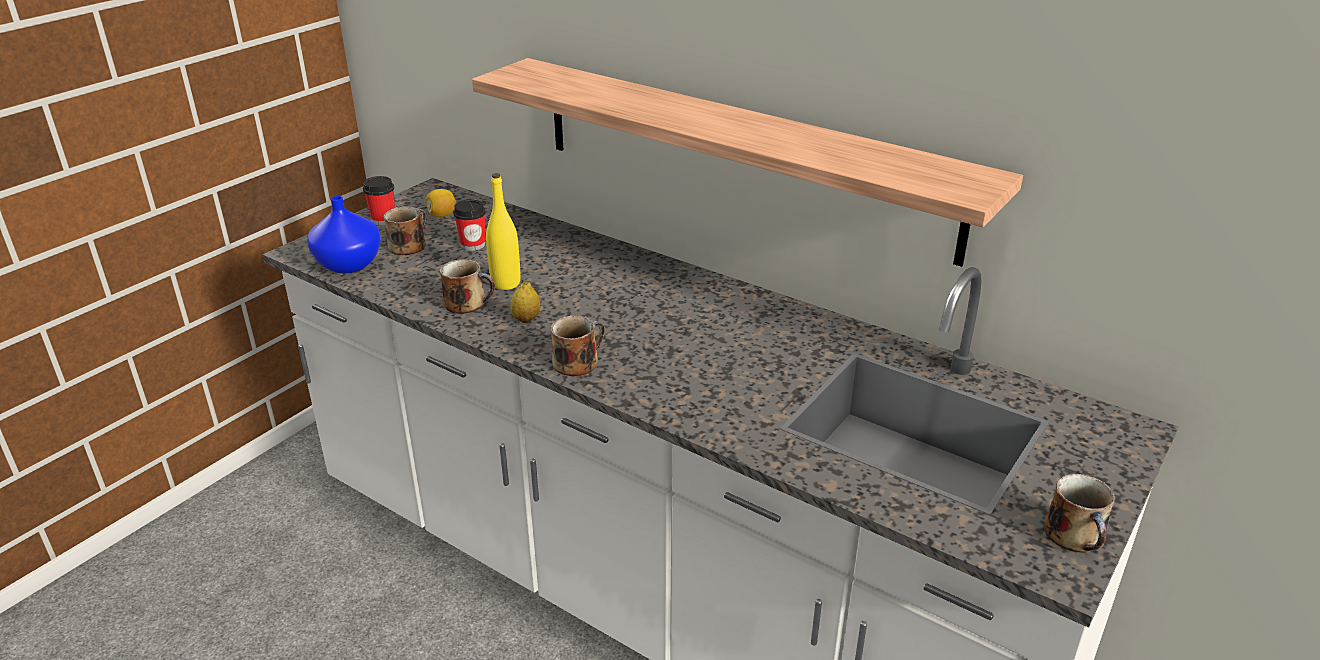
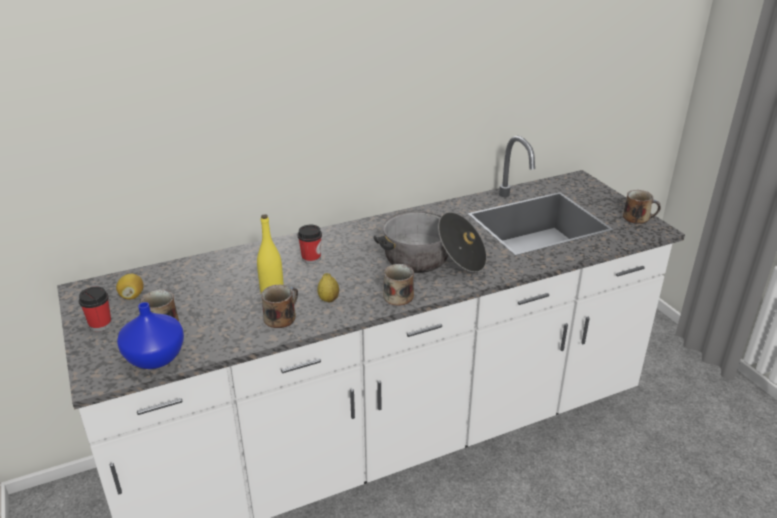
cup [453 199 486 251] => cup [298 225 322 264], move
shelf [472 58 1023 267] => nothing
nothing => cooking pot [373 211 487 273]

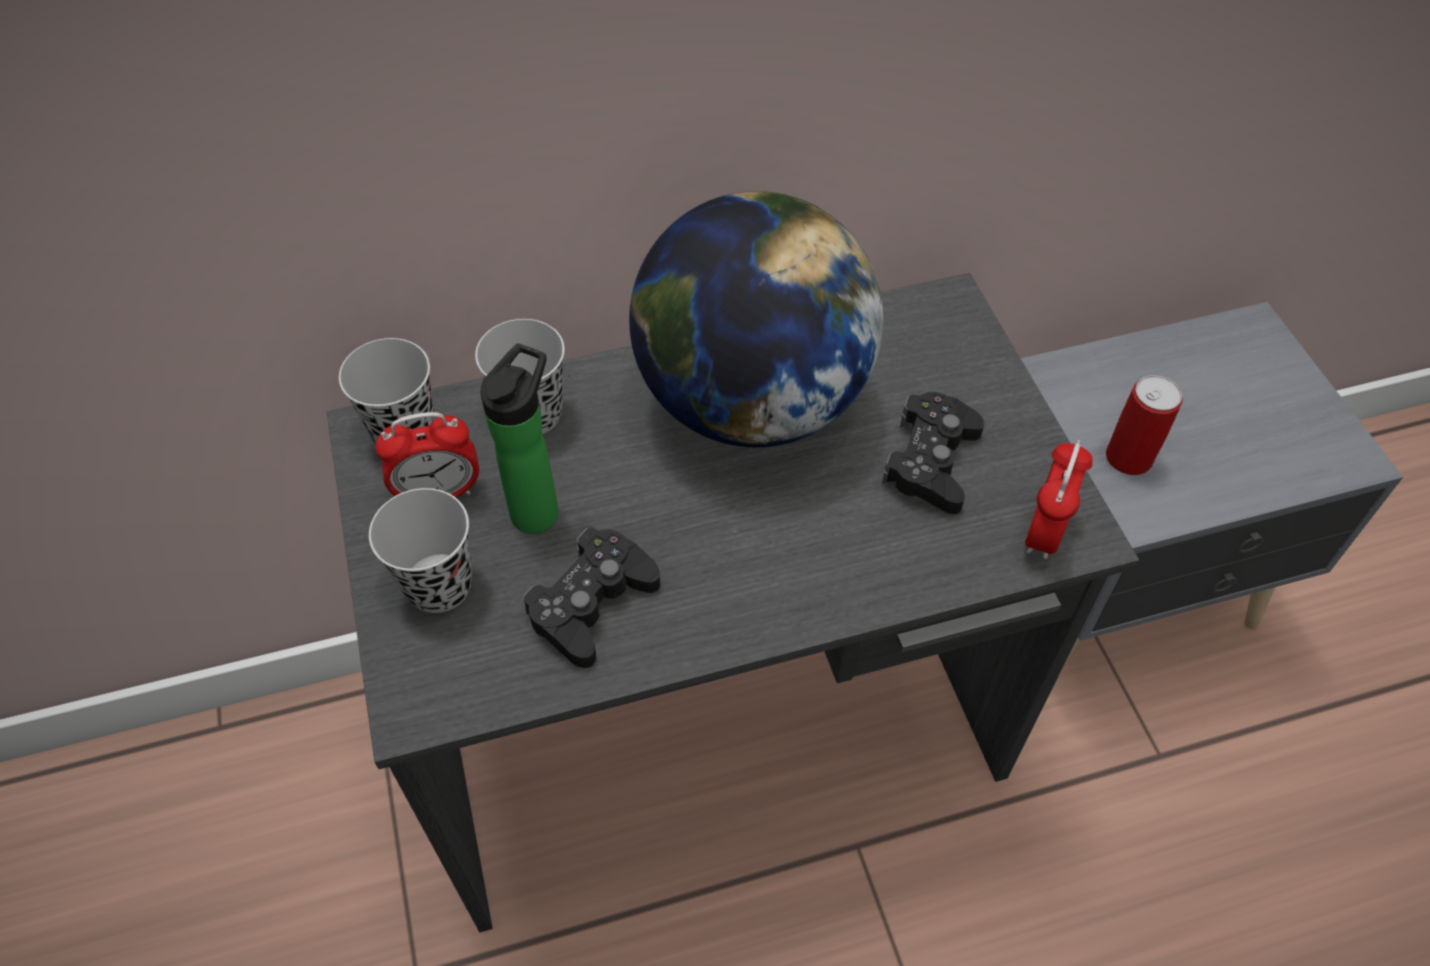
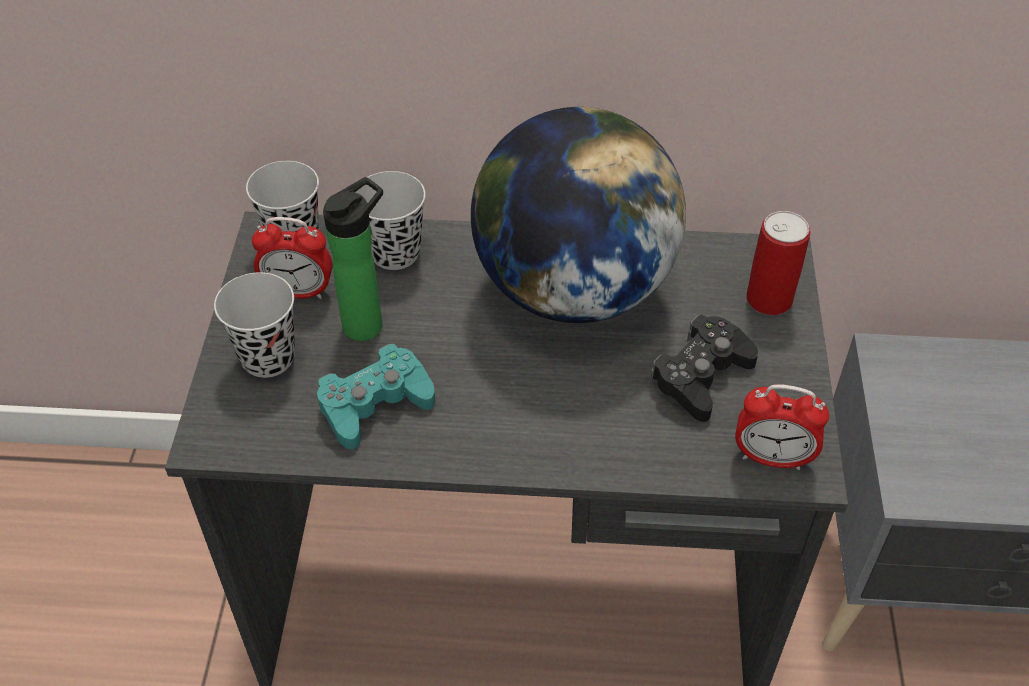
black game controller [523 527 660 668] => turquoise game controller [317 343 435 449]
alarm clock [1025 440 1093 559] => alarm clock [735 384 829 470], 120 degrees counterclockwise
can [1106 375 1183 475] => can [746 211 811 315], move

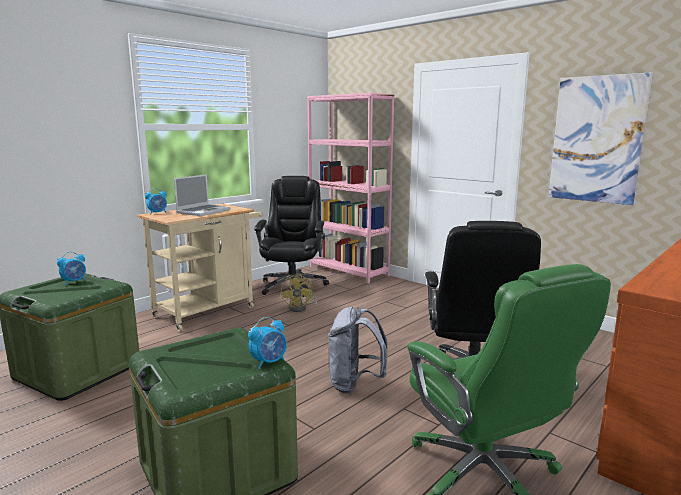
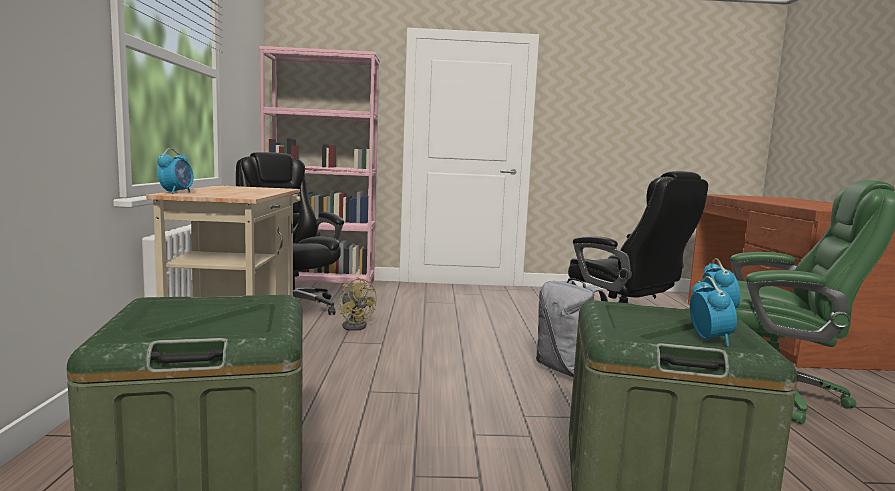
alarm clock [57 252 86 285] => alarm clock [690 276 737 347], move
laptop [174 174 231 216] => nothing
picture [548 72 653 205] => nothing

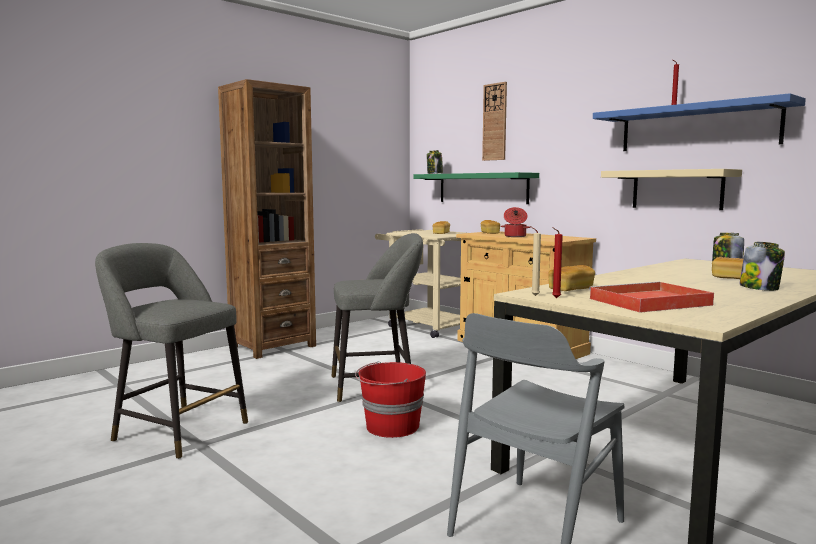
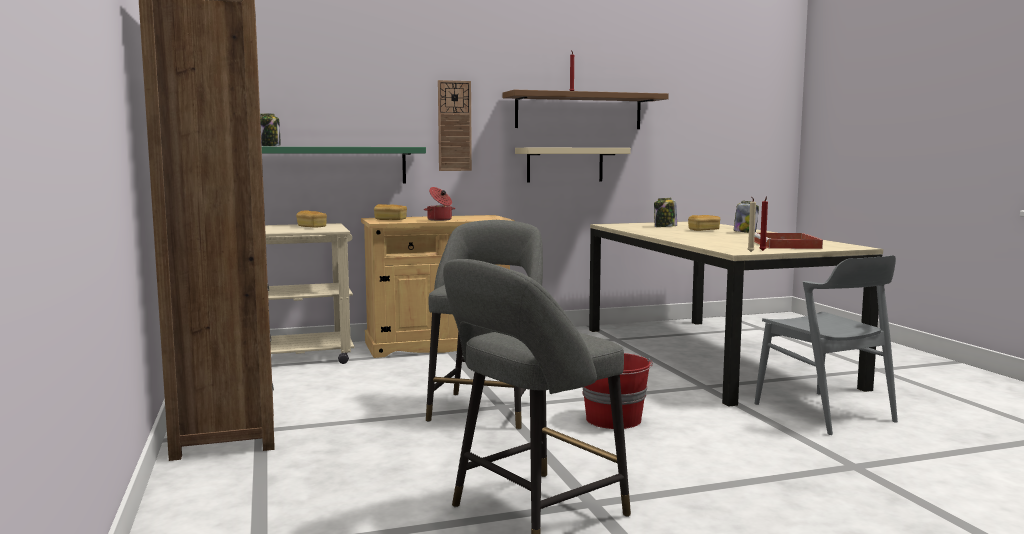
wall clock [482 82 507 161] => wall clock [438 80 472 171], move
bread [548 265 595 291] => nothing
blue shelf [593 93 806 151] => brown shelf [503 90 669 129]

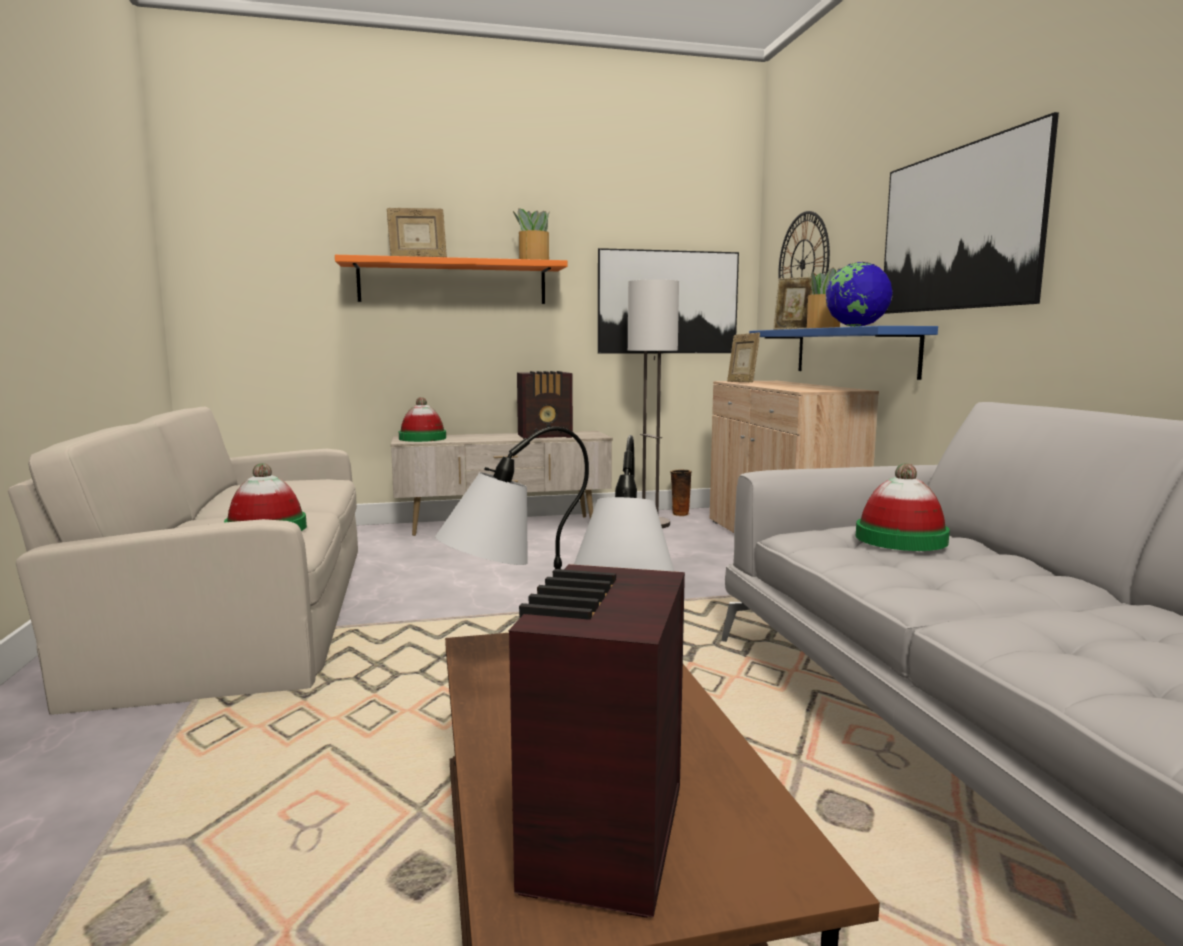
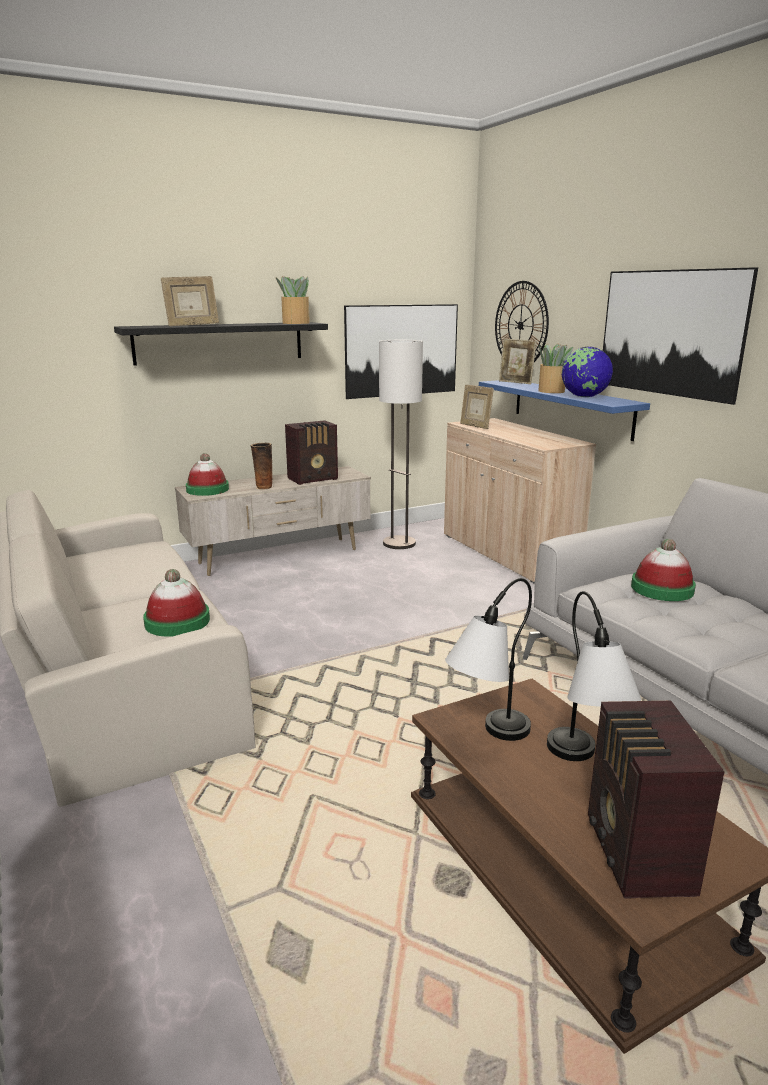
orange shelf [335 255 567 304] => black shelf [114 322 328 366]
vase [670 470 691 516] => vase [250 443 273 490], move

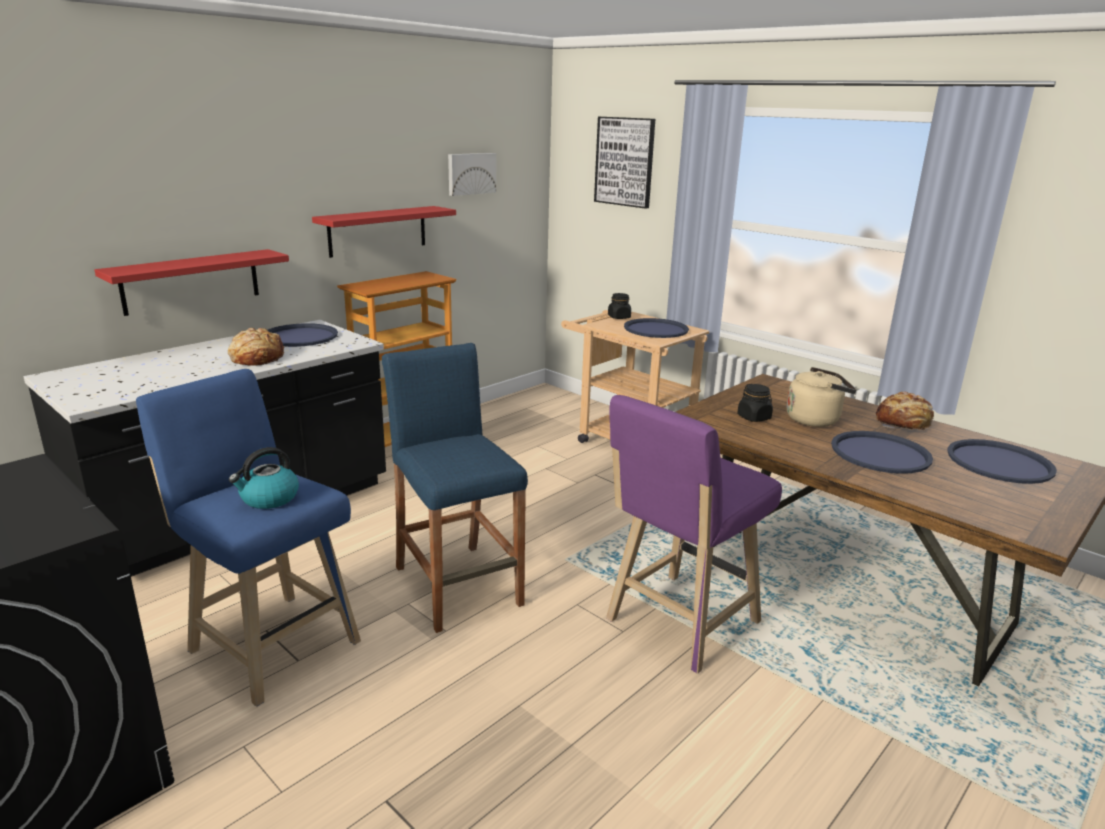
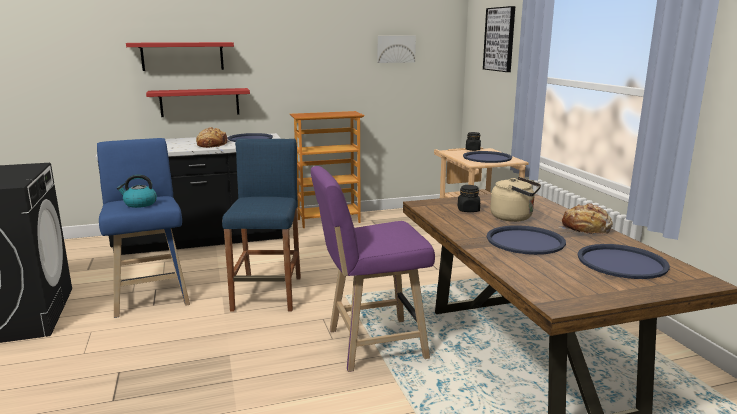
red shelf [312 206 456 258] => red shelf [126 42 234 71], move

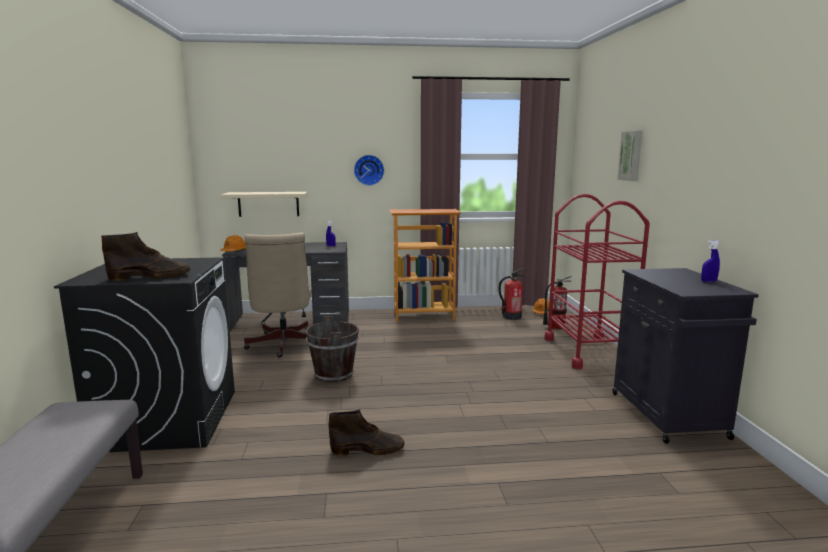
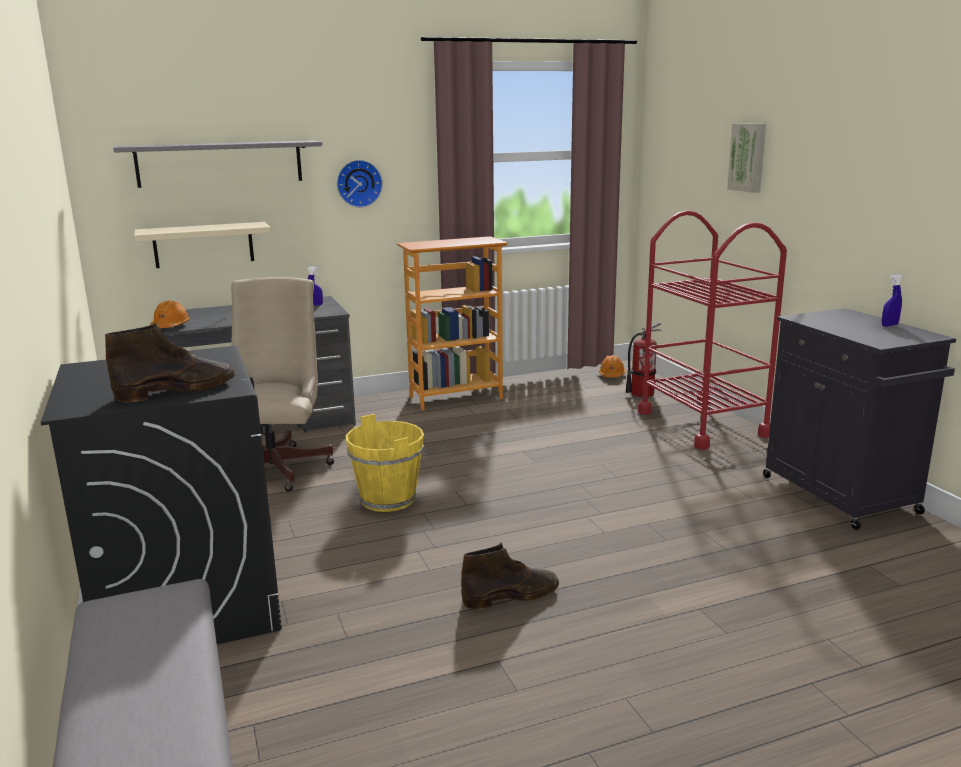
beige office chair [244 232 312 358] => beige office chair [231 277 335 492], 150 degrees counterclockwise
brown bucket [305 316 359 383] => yellow bucket [346 414 424 512]
fire extinguisher [499 268 525 320] => nothing
nothing => grey shelf [113 141 322 188]

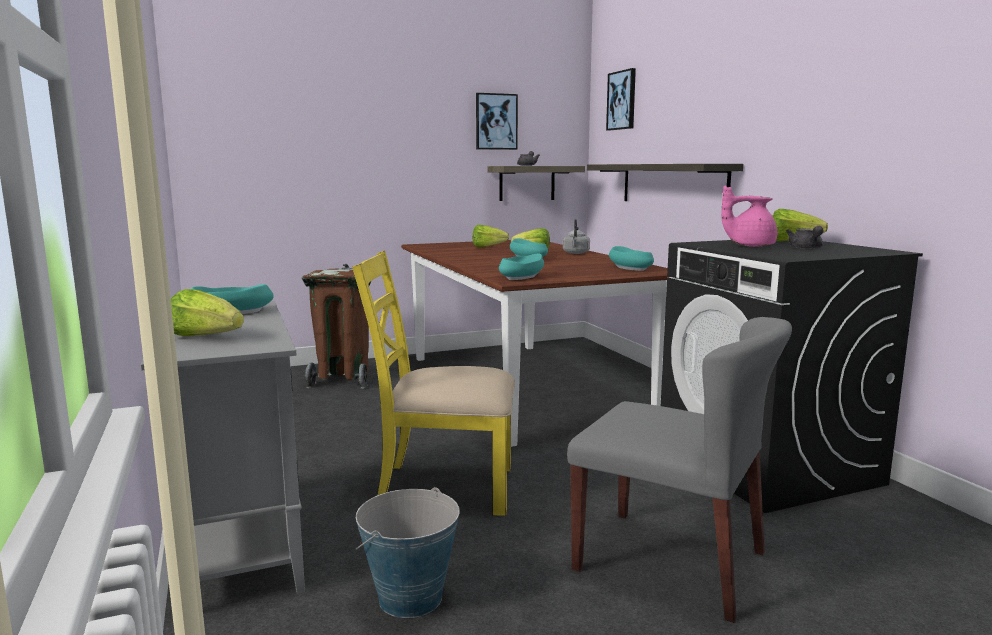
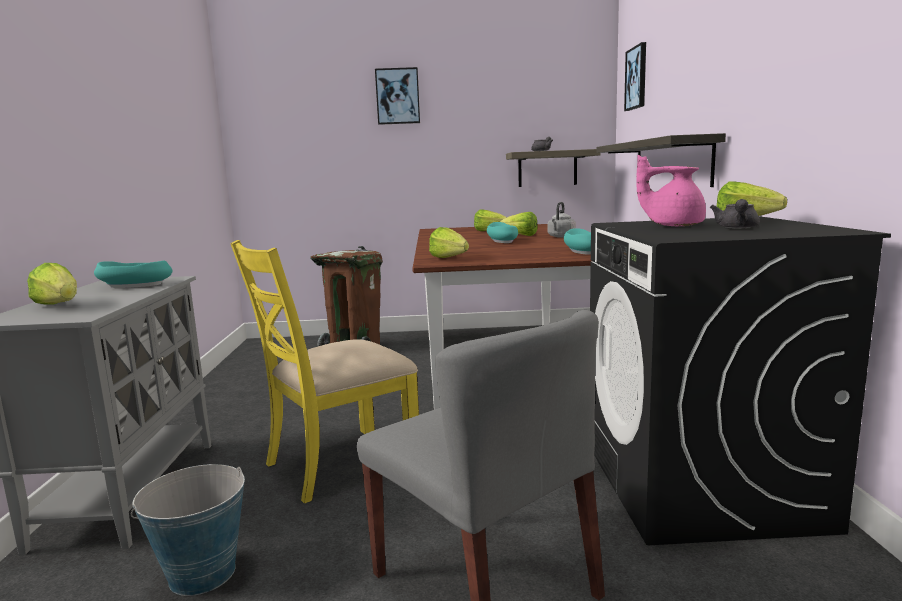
yellow chair [352 251 515 516] => yellow chair [230 240 419 503], 60 degrees counterclockwise
picture [476 93 518 150] => picture [375 67 420 125], move
turquoise bowl [499 254 544 280] => lettuce [429 227 469 258]

